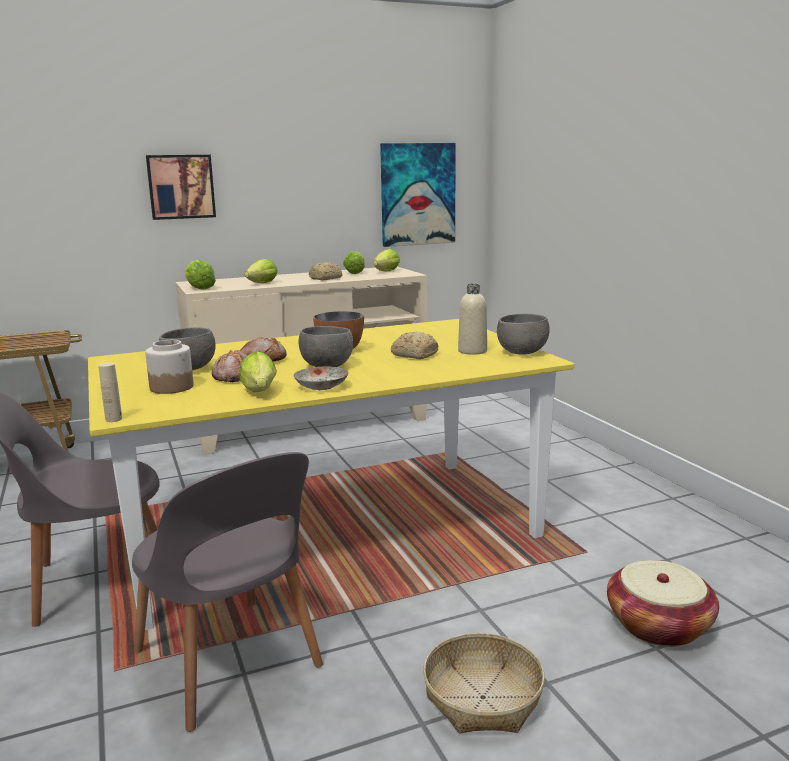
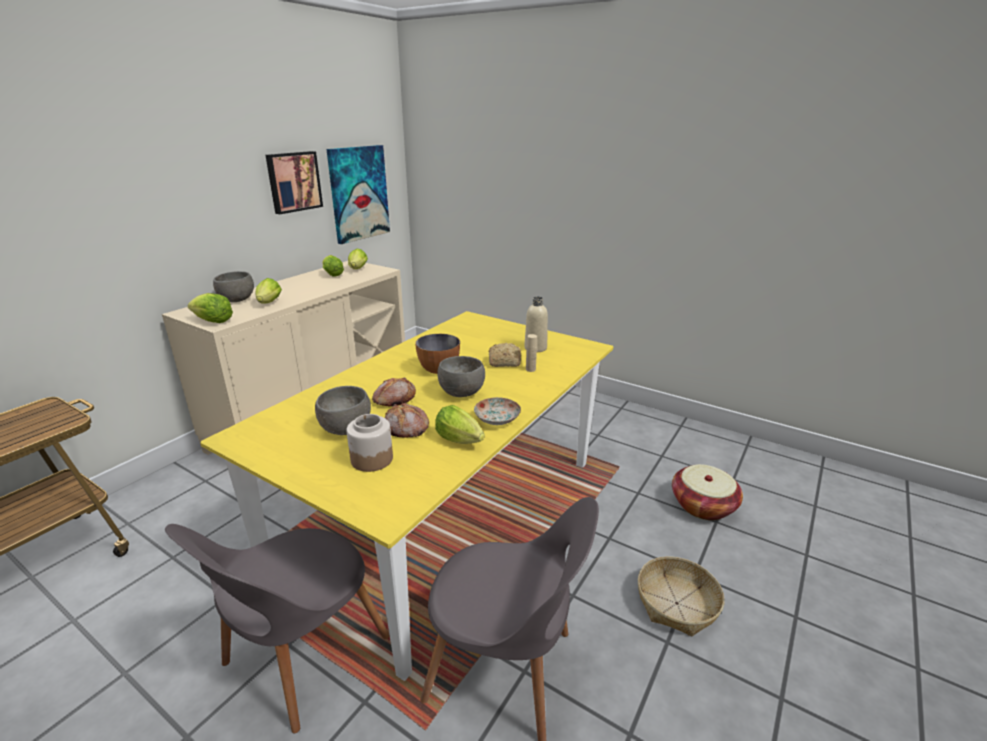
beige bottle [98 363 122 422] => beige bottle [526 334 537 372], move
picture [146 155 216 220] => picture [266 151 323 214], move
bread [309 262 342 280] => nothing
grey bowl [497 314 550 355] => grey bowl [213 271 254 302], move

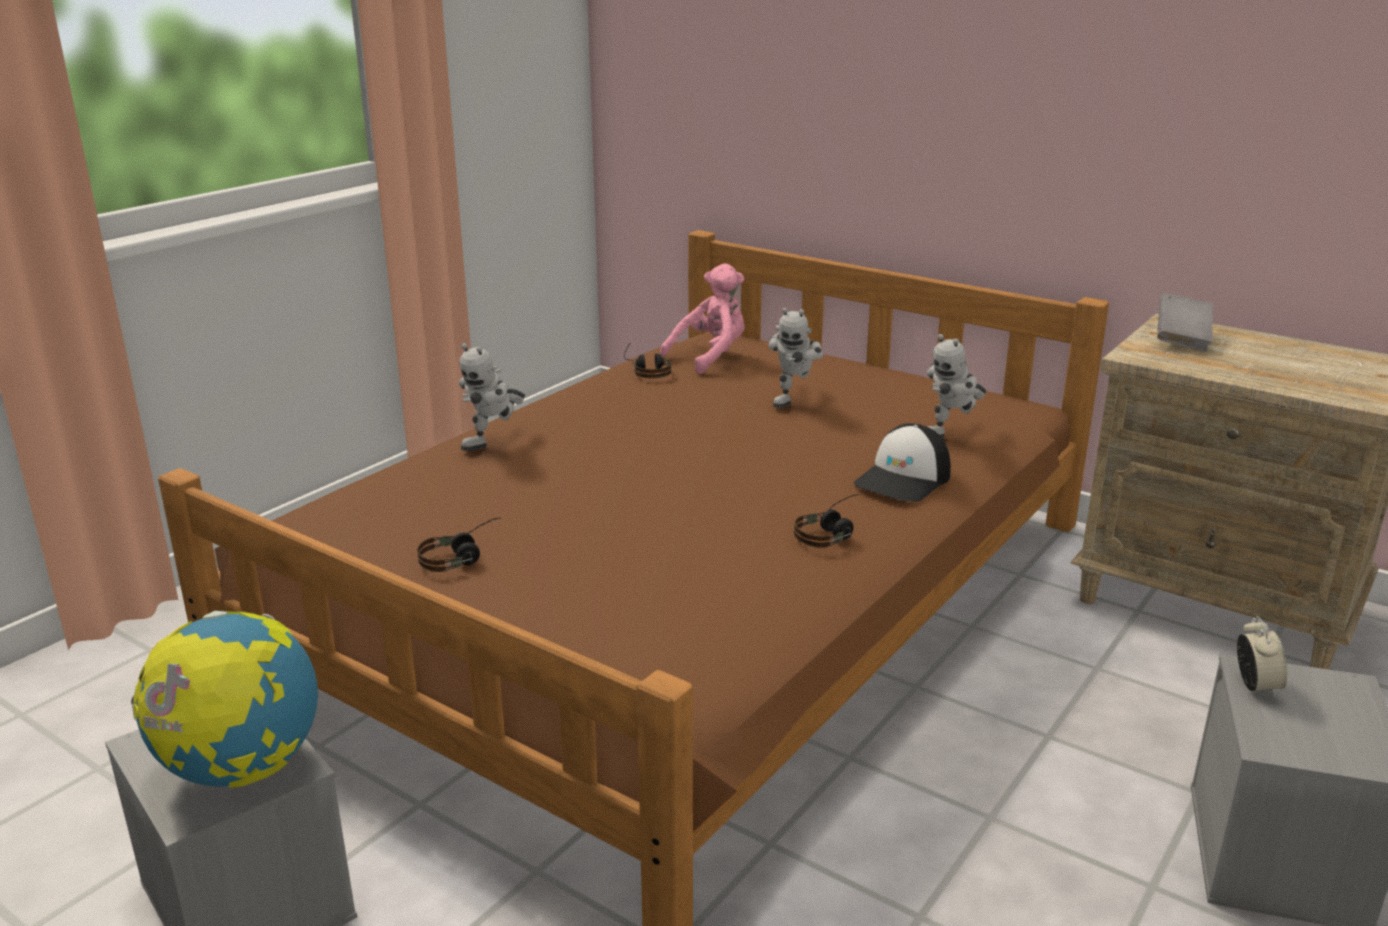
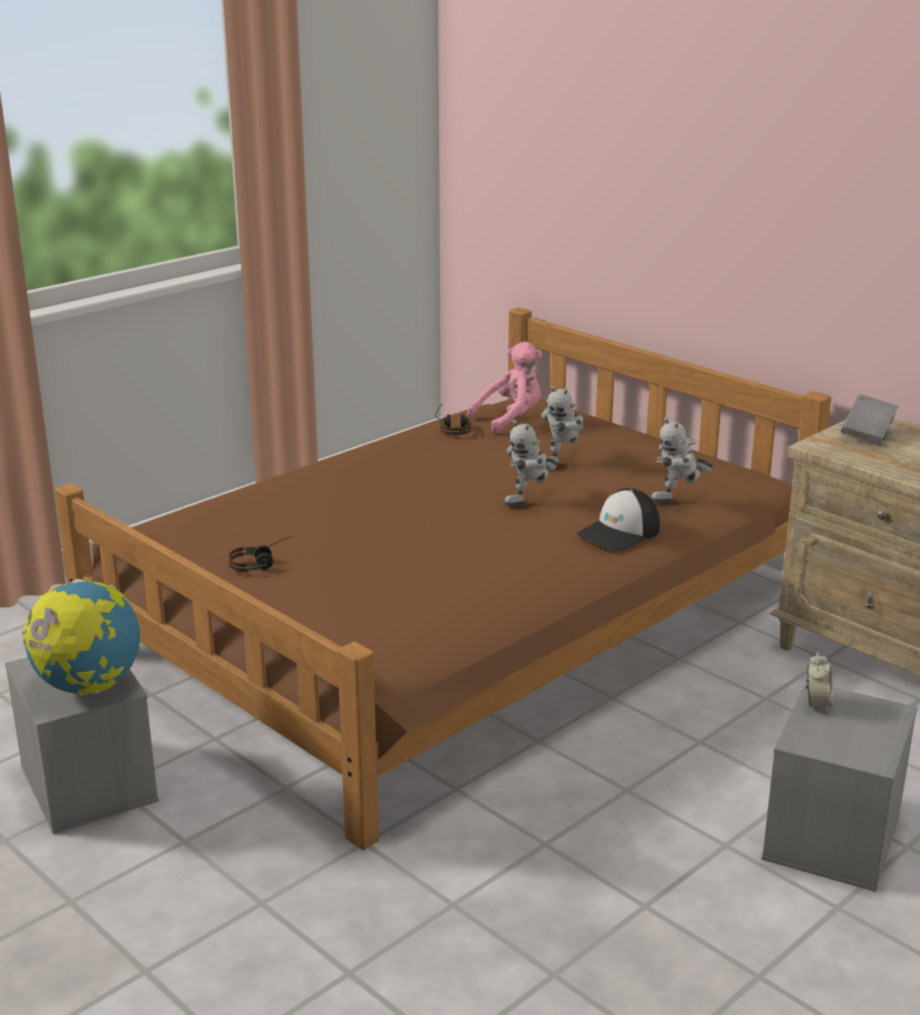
toy robot [459 343 525 451] => toy robot [504 420 557 506], move
headphones [794 494 859 548] => nothing

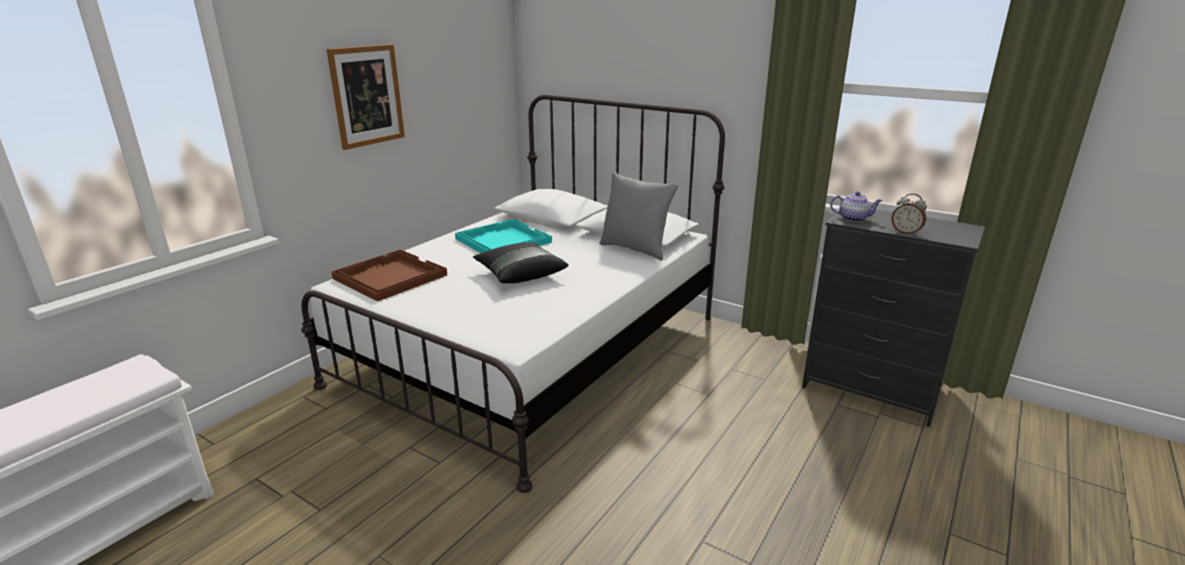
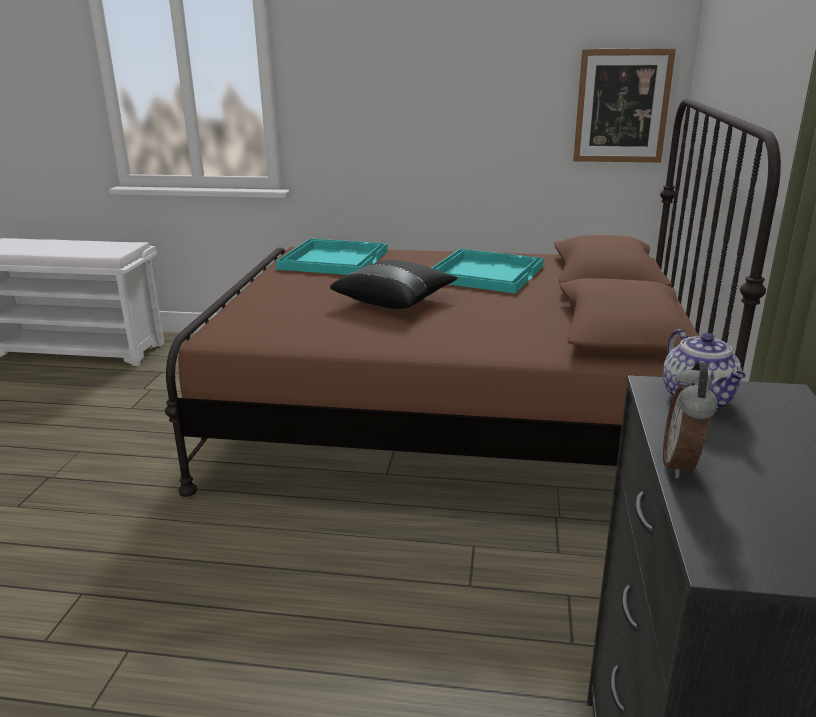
white bed [301 95 725 493] => brown bed [165 98 781 497]
picture [326 44 405 150] => picture [573 48 676 162], move
brown tray [331 249 447 302] => turquoise tray [276 238 388 275]
grey pillow [600 172 679 260] => nothing

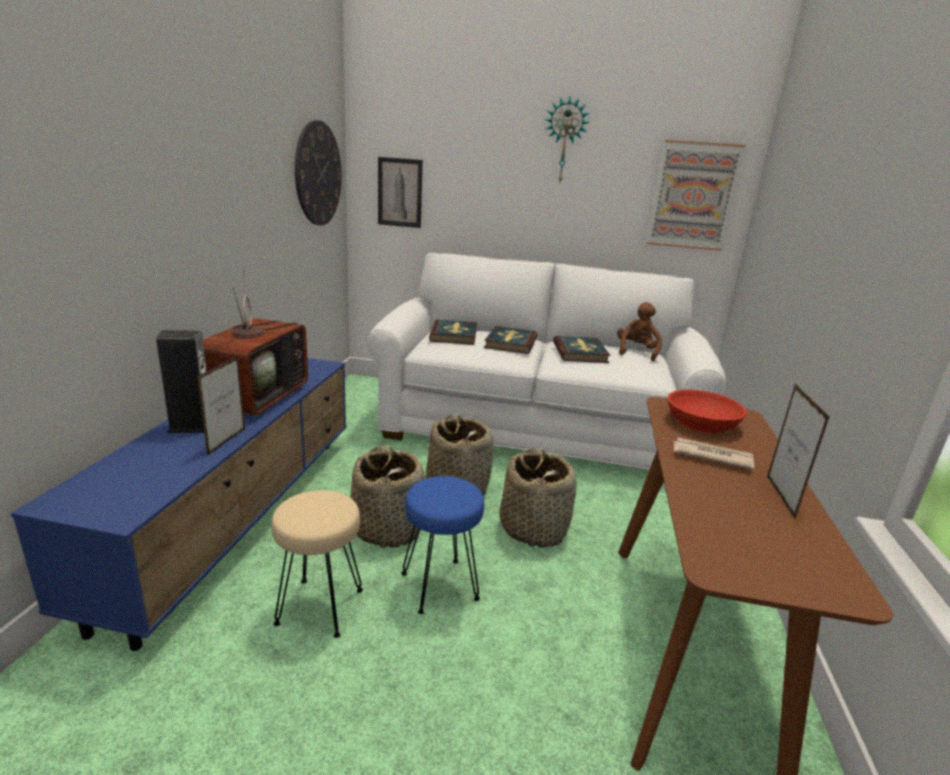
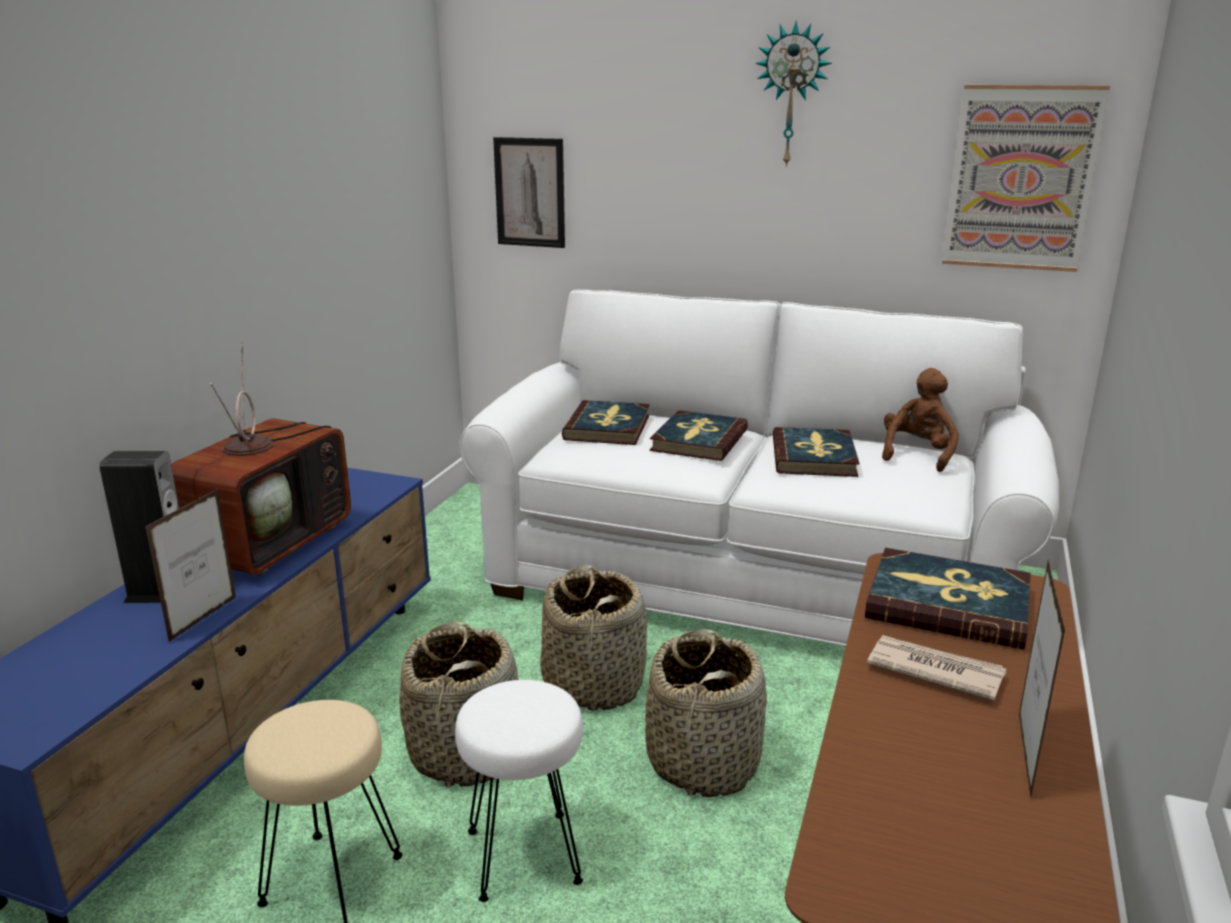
wall clock [295 120 342 225] => nothing
blue stool [401 476 484 614] => white stool [455 680 583 902]
red bowl [667 390 747 433] => book [865 548 1031 650]

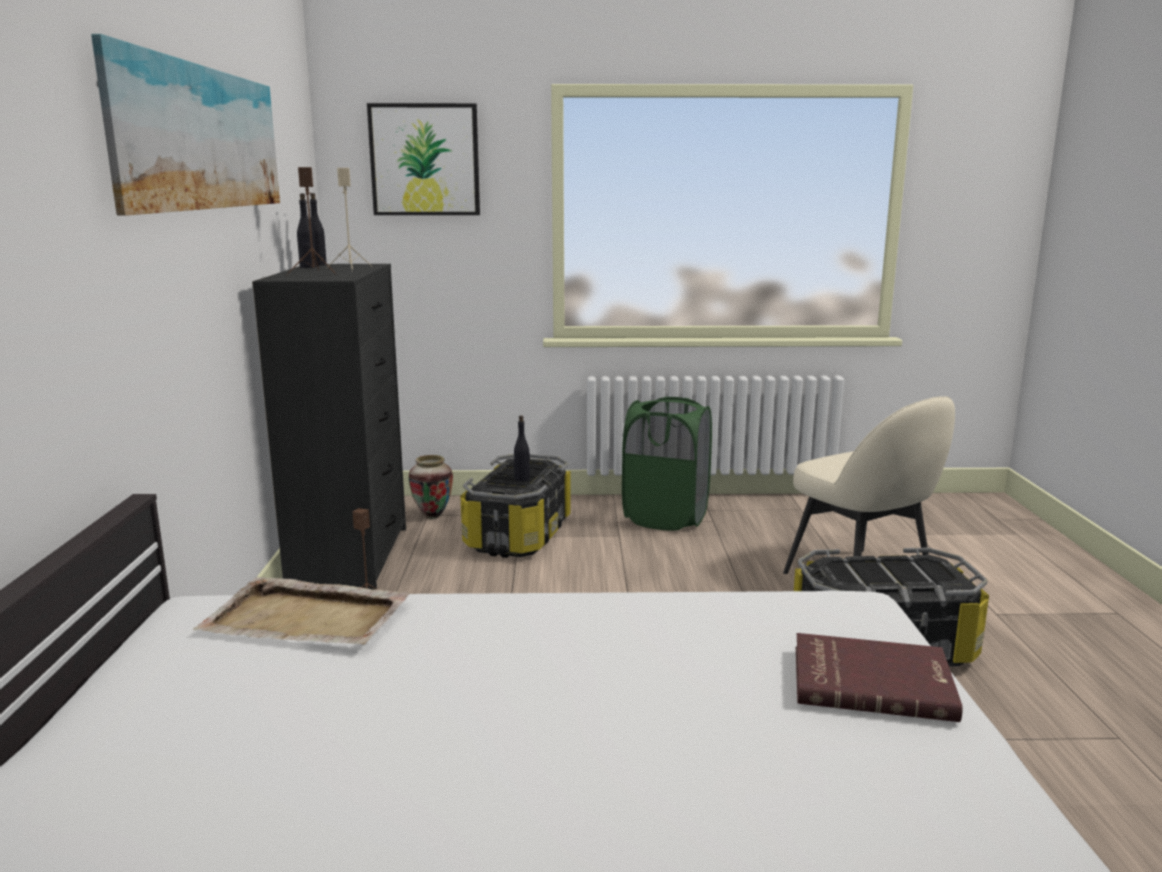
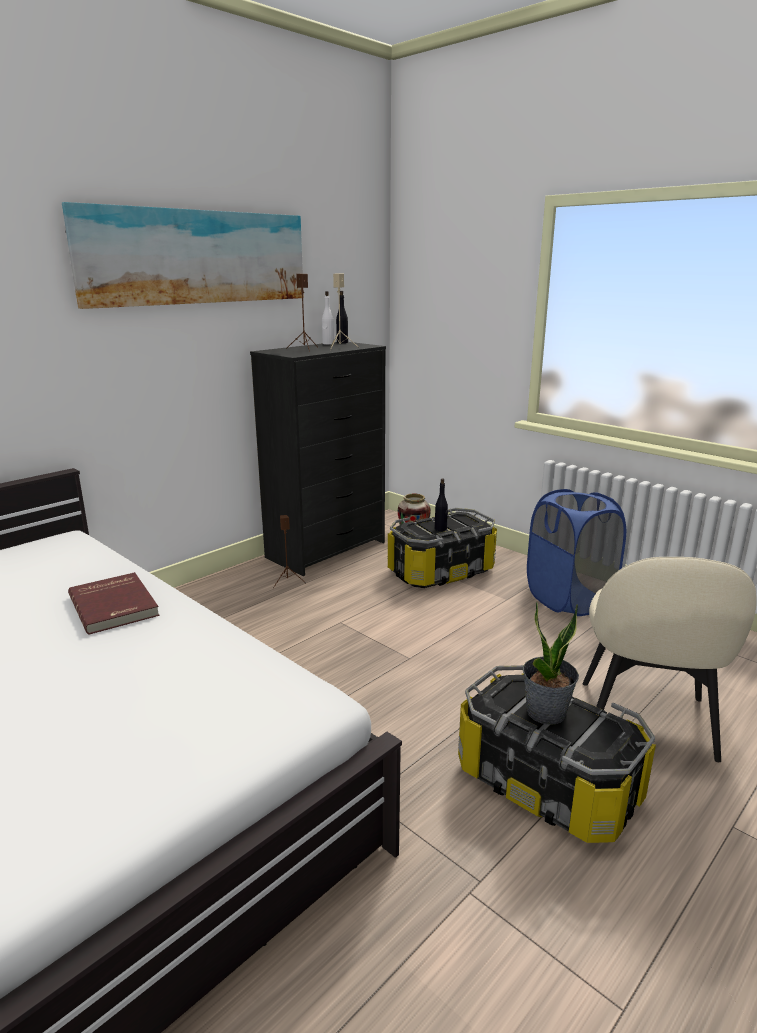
beige tray [193 577 410 644] => nothing
black bottle [297 193 317 268] => white bottle [322 291 334 345]
picture [367 103 480 215] => nothing
green laundry basket [622 397 712 531] => blue laundry basket [527 489 626 616]
red book [796 633 963 722] => red book [68 572 160 635], move
nothing => potted plant [523 602 579 725]

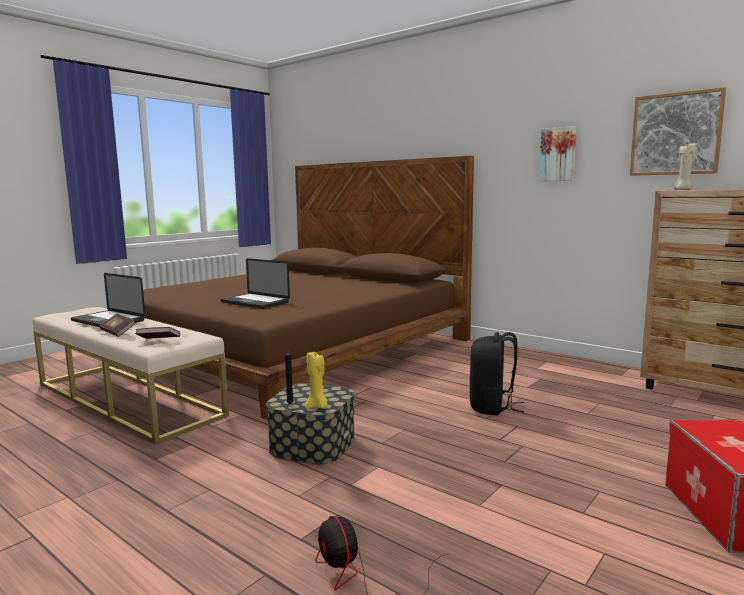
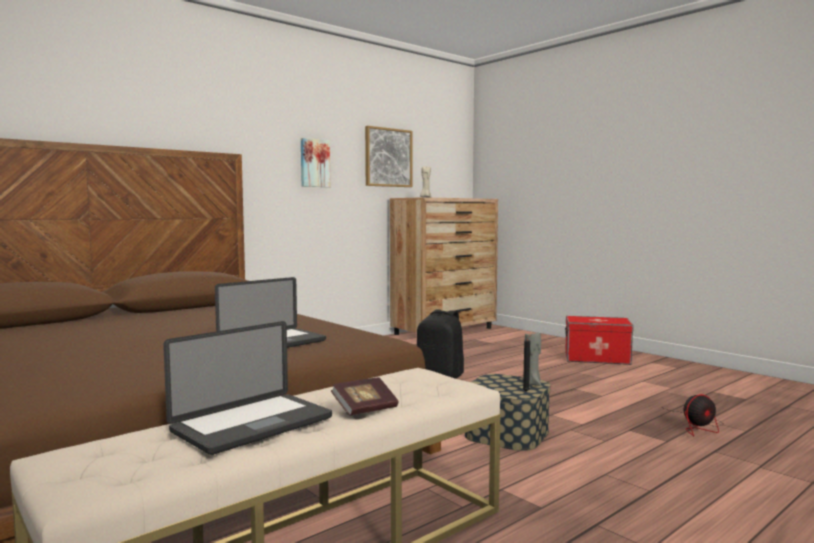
book [135 327 180 339] => nothing
yellow candle [305 351 328 408] => grey candle [522 333 541 386]

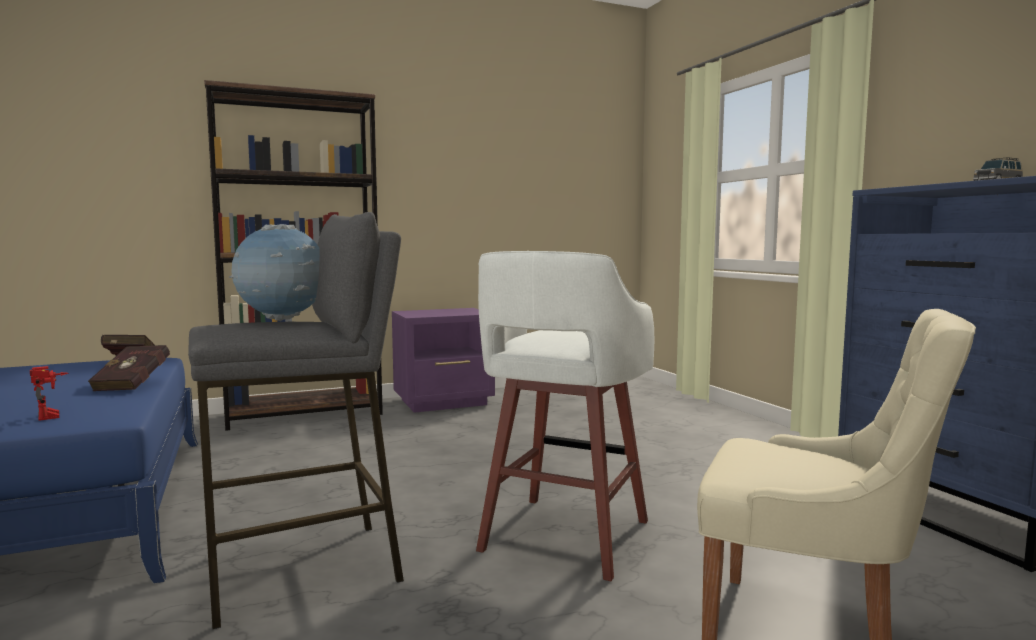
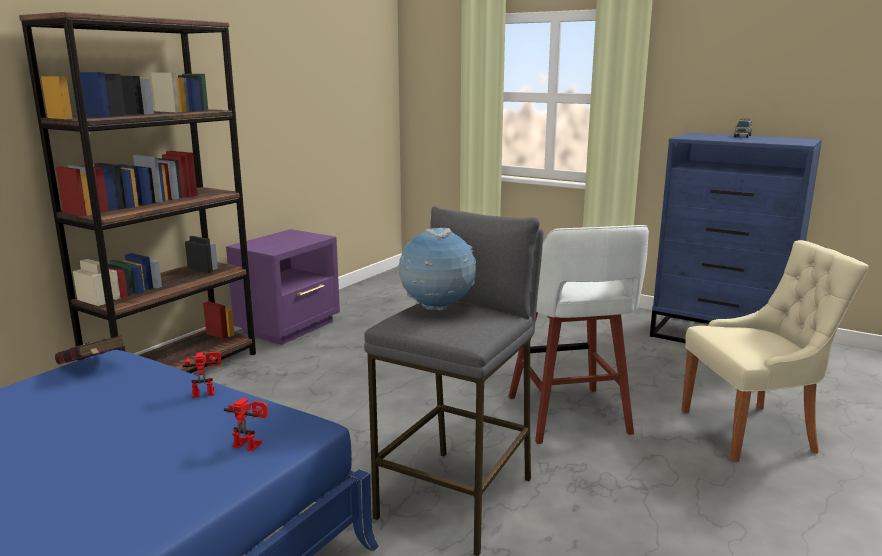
red book [88 345 170 391] => toy robot [182 352 221 398]

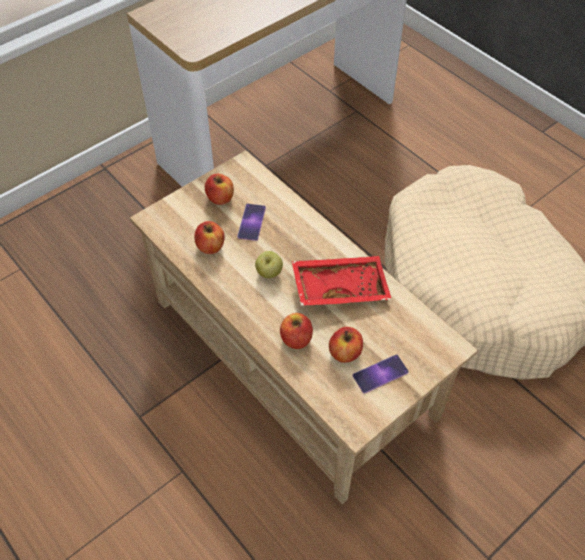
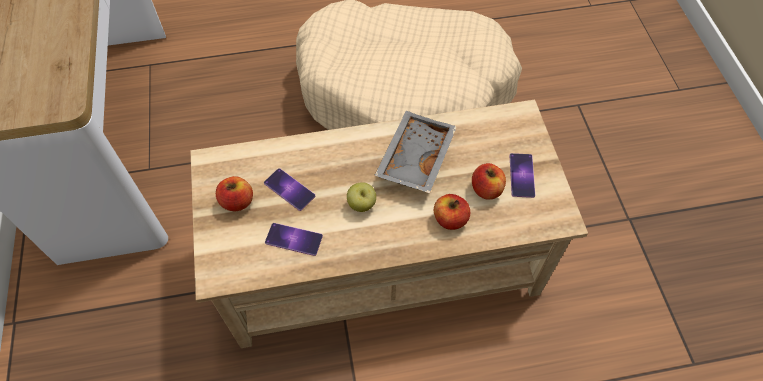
apple [195 221 225 254] => phone [265 223 323 256]
red tray [292 256 392 306] => grey tray [374 111 457 193]

